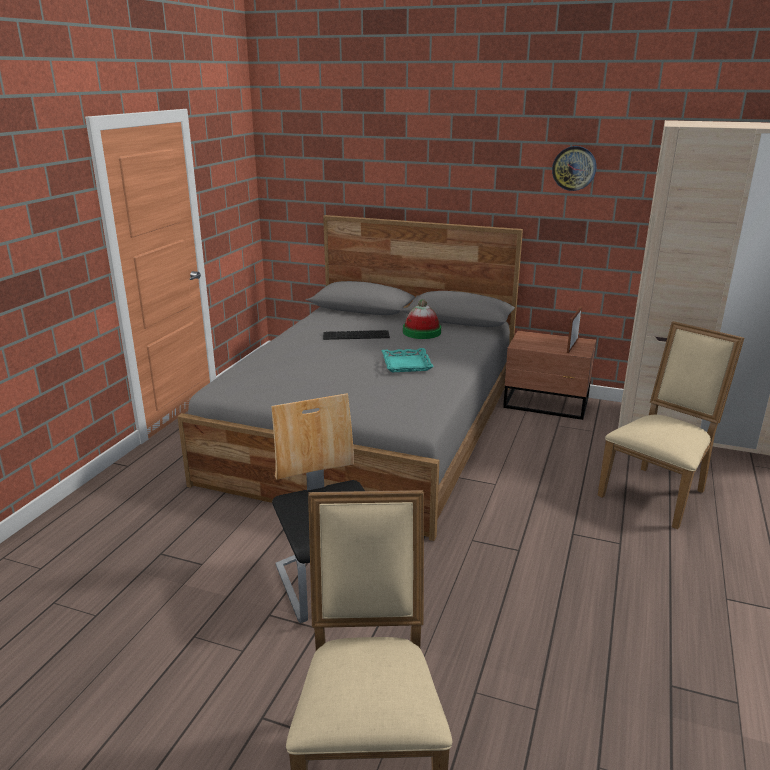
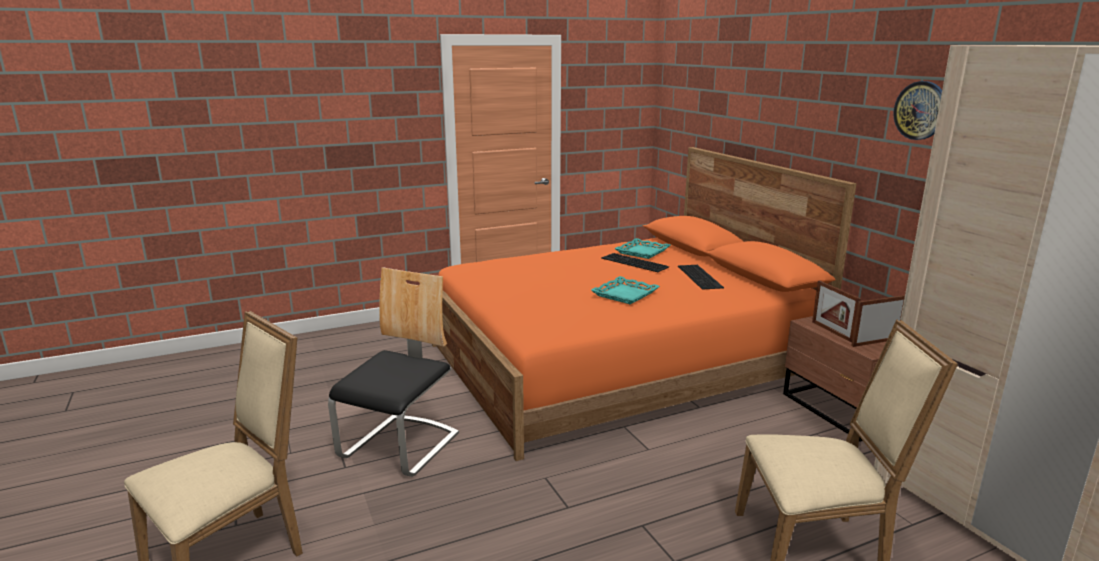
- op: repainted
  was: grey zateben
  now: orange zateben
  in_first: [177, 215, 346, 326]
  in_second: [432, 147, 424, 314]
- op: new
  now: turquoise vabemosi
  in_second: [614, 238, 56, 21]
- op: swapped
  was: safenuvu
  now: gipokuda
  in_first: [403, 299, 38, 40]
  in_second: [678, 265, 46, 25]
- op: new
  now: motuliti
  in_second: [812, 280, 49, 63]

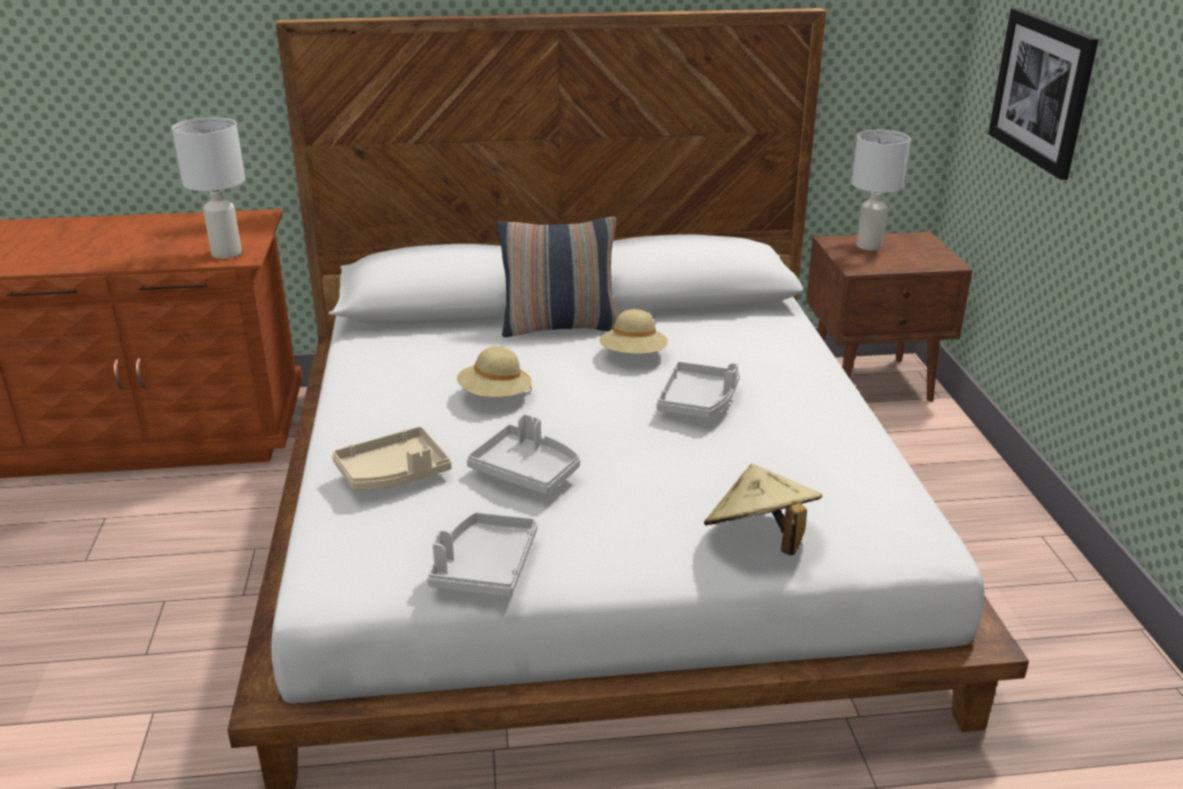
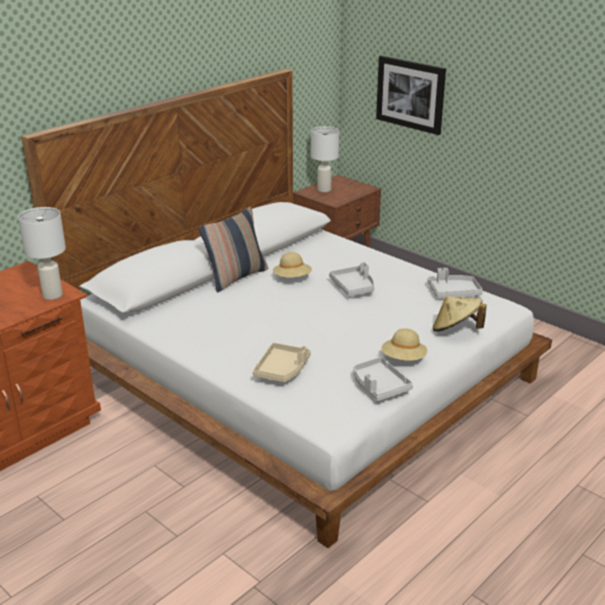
- op: shifted
  was: beige safenuvu
  in_first: [457, 347, 75, 50]
  in_second: [381, 328, 46, 33]
- op: shifted
  was: grey vabemosi
  in_first: [467, 414, 113, 81]
  in_second: [427, 268, 56, 30]

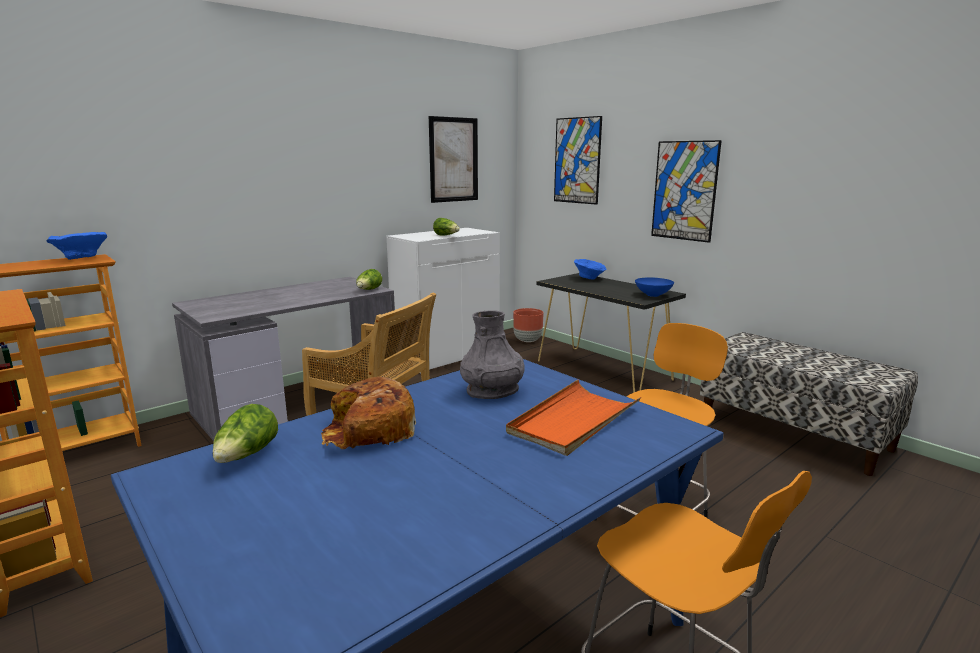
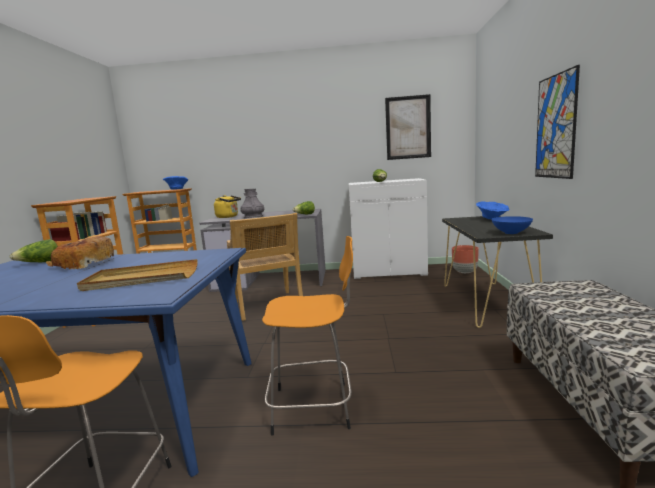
- op: repainted
  was: orange vabemosi
  now: beige vabemosi
  in_first: [506, 380, 135, 76]
  in_second: [77, 259, 121, 32]
- op: new
  now: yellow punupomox
  in_second: [214, 195, 27, 23]
- op: shifted
  was: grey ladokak
  in_first: [460, 311, 65, 88]
  in_second: [240, 189, 24, 29]
- op: gone
  was: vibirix
  in_first: [554, 116, 48, 89]

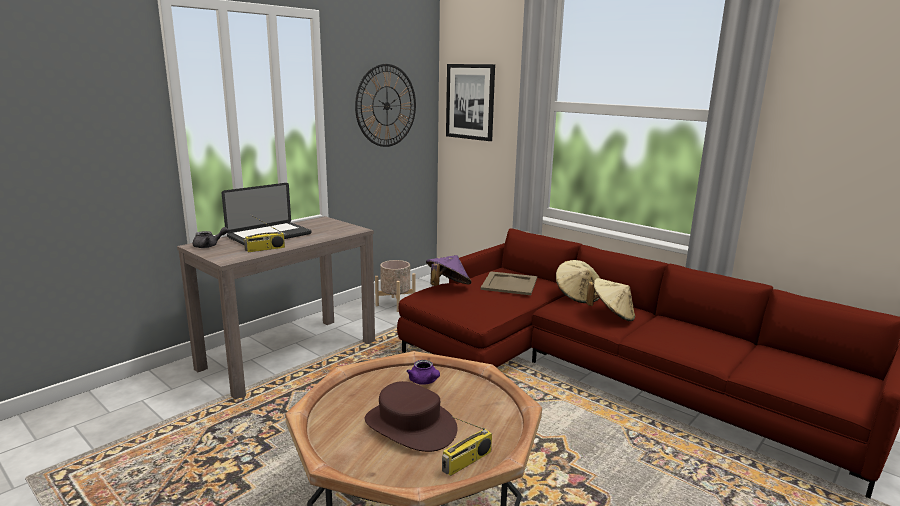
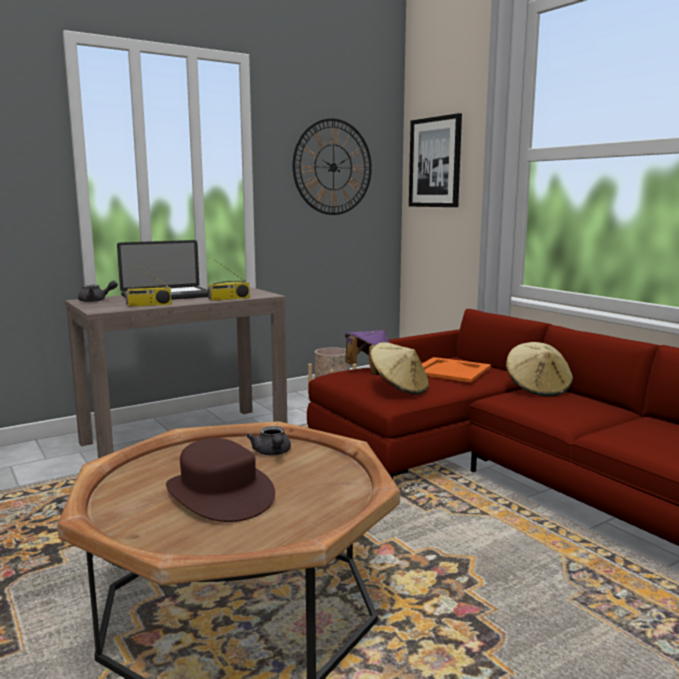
- op: shifted
  was: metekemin
  in_first: [442, 417, 50, 59]
  in_second: [208, 260, 42, 41]
- op: repainted
  was: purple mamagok
  now: grey mamagok
  in_first: [406, 360, 34, 25]
  in_second: [247, 426, 44, 29]
- op: shifted
  was: beige safenuvu
  in_first: [586, 278, 49, 44]
  in_second: [369, 342, 60, 52]
- op: repainted
  was: beige vabemosi
  now: orange vabemosi
  in_first: [481, 271, 56, 24]
  in_second: [422, 357, 69, 25]

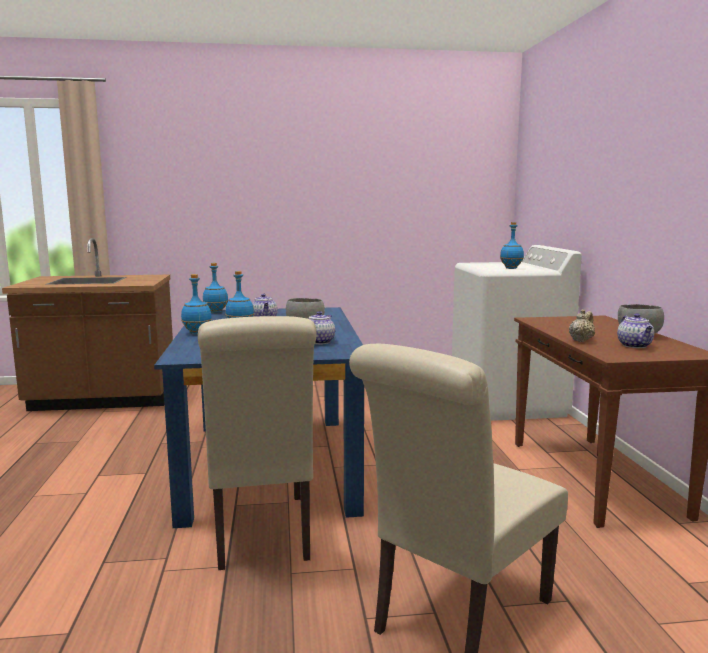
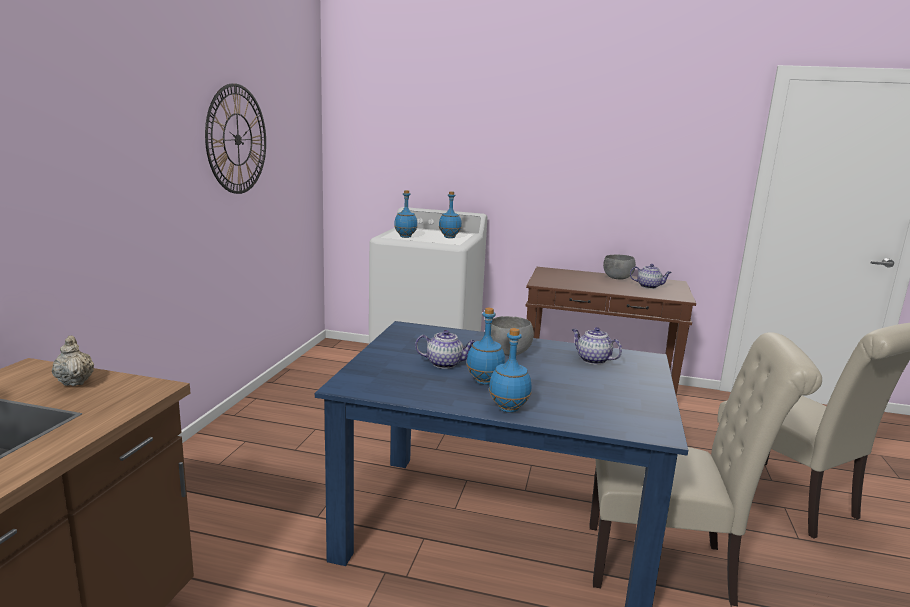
- op: shifted
  was: beige mamagok
  in_first: [569, 309, 26, 33]
  in_second: [52, 336, 42, 50]
- op: new
  now: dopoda
  in_second: [205, 83, 61, 111]
- op: shifted
  was: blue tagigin
  in_first: [203, 263, 25, 50]
  in_second: [394, 190, 24, 48]

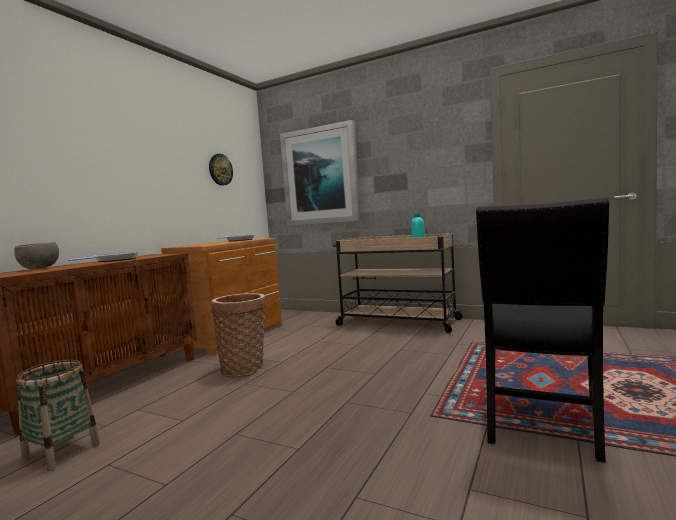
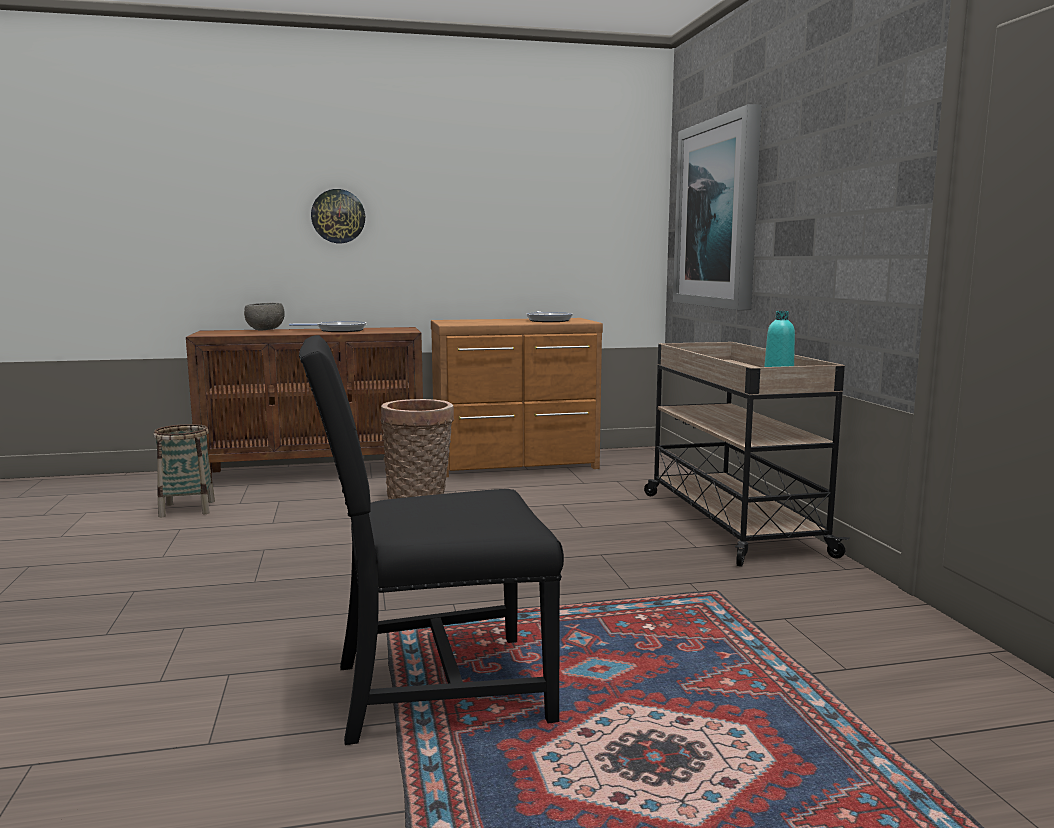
- op: shifted
  was: dopoda
  in_first: [209, 154, 24, 32]
  in_second: [311, 189, 54, 54]

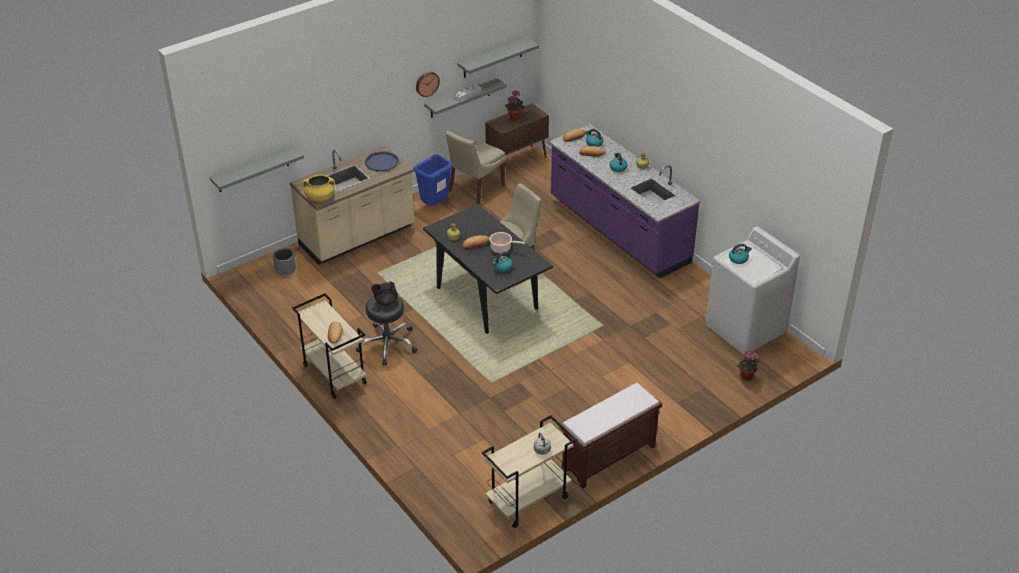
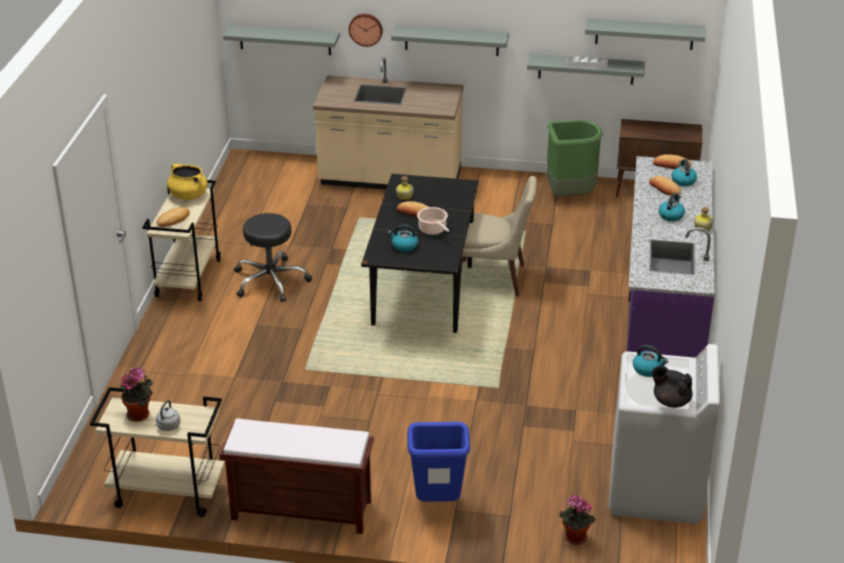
- op: shifted
  was: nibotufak
  in_first: [505, 90, 20, 32]
  in_second: [120, 367, 33, 55]
- op: shifted
  was: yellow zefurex
  in_first: [302, 175, 33, 27]
  in_second: [167, 164, 41, 36]
- op: shifted
  was: dopoda
  in_first: [416, 72, 24, 25]
  in_second: [349, 14, 34, 33]
- op: new
  now: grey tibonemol
  in_second: [391, 25, 118, 31]
- op: shifted
  was: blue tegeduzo
  in_first: [413, 155, 40, 51]
  in_second: [407, 422, 63, 80]
- op: swapped
  was: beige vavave
  now: green tegeduzo
  in_first: [446, 131, 59, 73]
  in_second: [546, 120, 57, 76]
- op: shifted
  was: black mamagok
  in_first: [371, 281, 27, 24]
  in_second: [652, 366, 41, 42]
- op: gone
  was: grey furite
  in_first: [273, 248, 23, 27]
- op: gone
  was: blue vabemosi
  in_first: [365, 151, 34, 21]

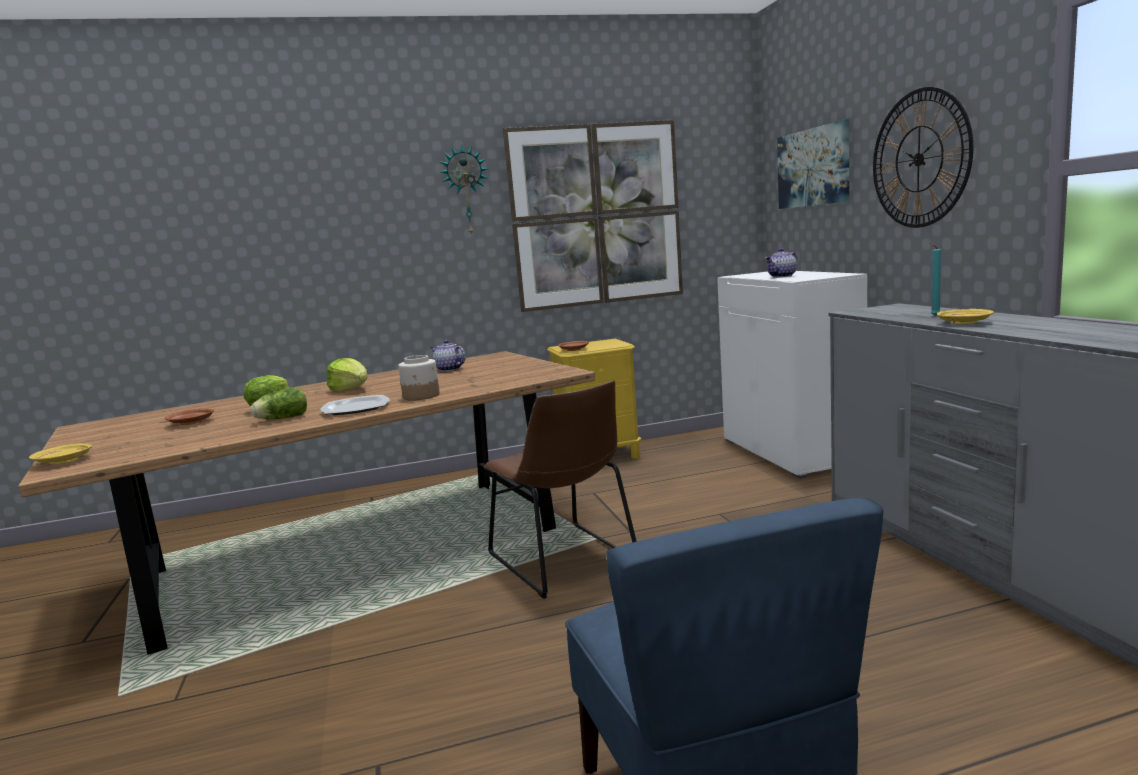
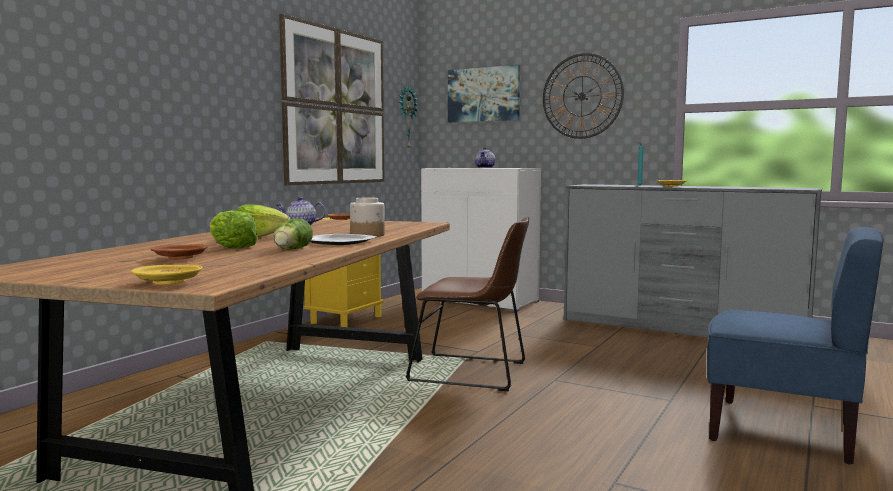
- op: shifted
  was: dopoda
  in_first: [440, 144, 48, 92]
  in_second: [399, 86, 19, 62]

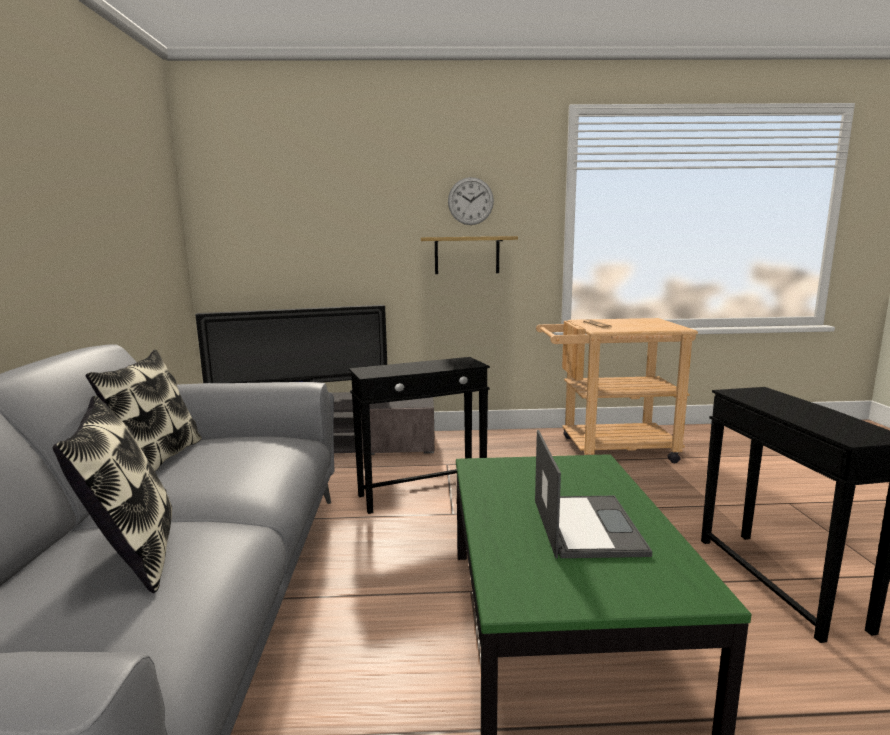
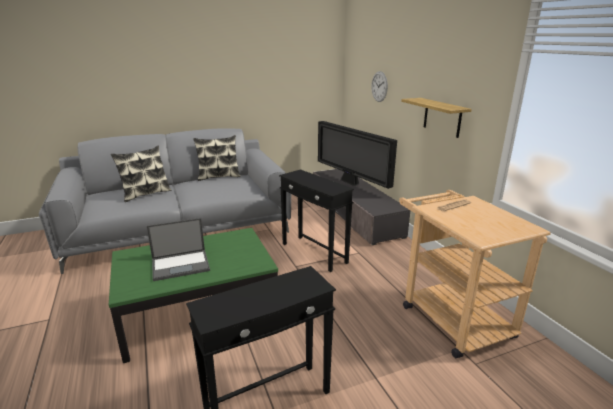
- op: shifted
  was: dopoda
  in_first: [448, 177, 46, 48]
  in_second: [371, 71, 17, 31]

